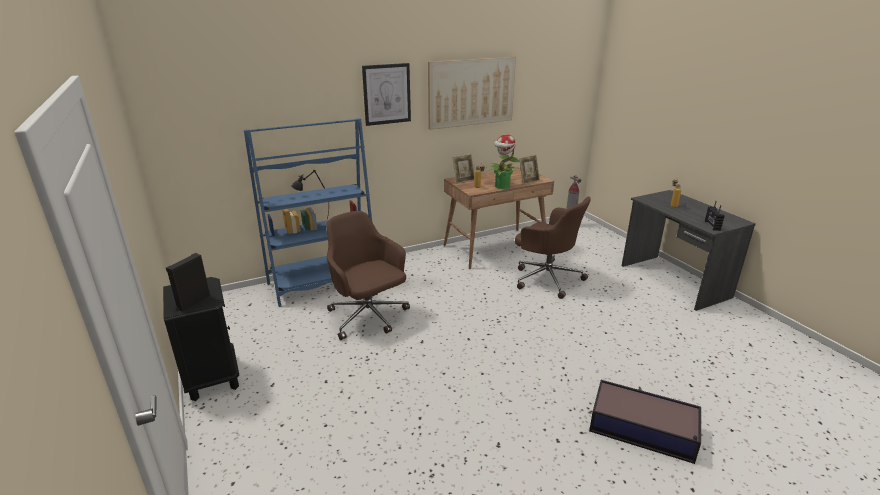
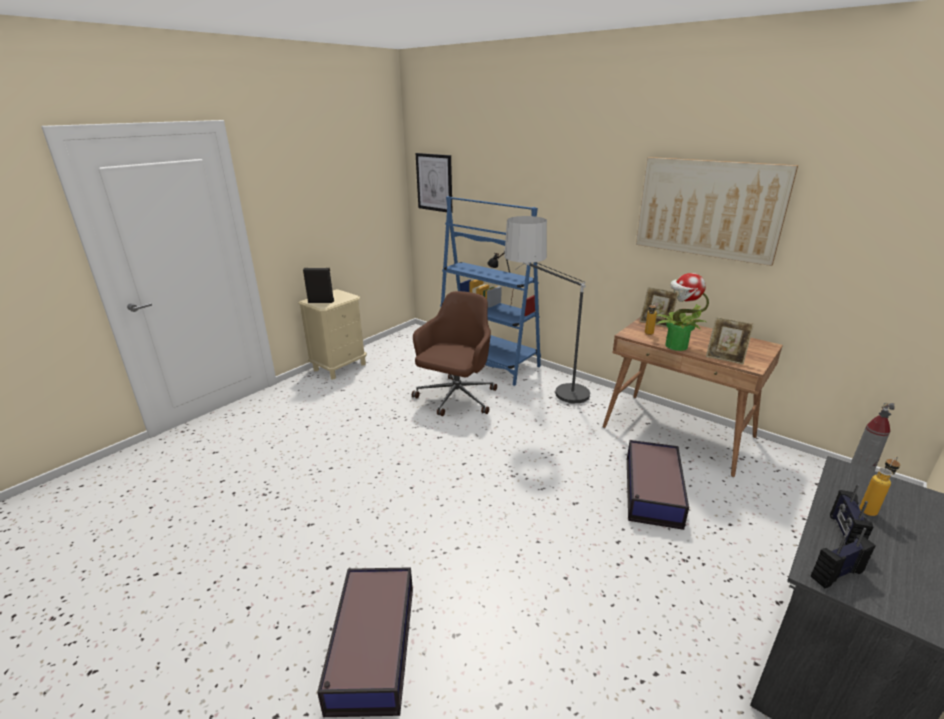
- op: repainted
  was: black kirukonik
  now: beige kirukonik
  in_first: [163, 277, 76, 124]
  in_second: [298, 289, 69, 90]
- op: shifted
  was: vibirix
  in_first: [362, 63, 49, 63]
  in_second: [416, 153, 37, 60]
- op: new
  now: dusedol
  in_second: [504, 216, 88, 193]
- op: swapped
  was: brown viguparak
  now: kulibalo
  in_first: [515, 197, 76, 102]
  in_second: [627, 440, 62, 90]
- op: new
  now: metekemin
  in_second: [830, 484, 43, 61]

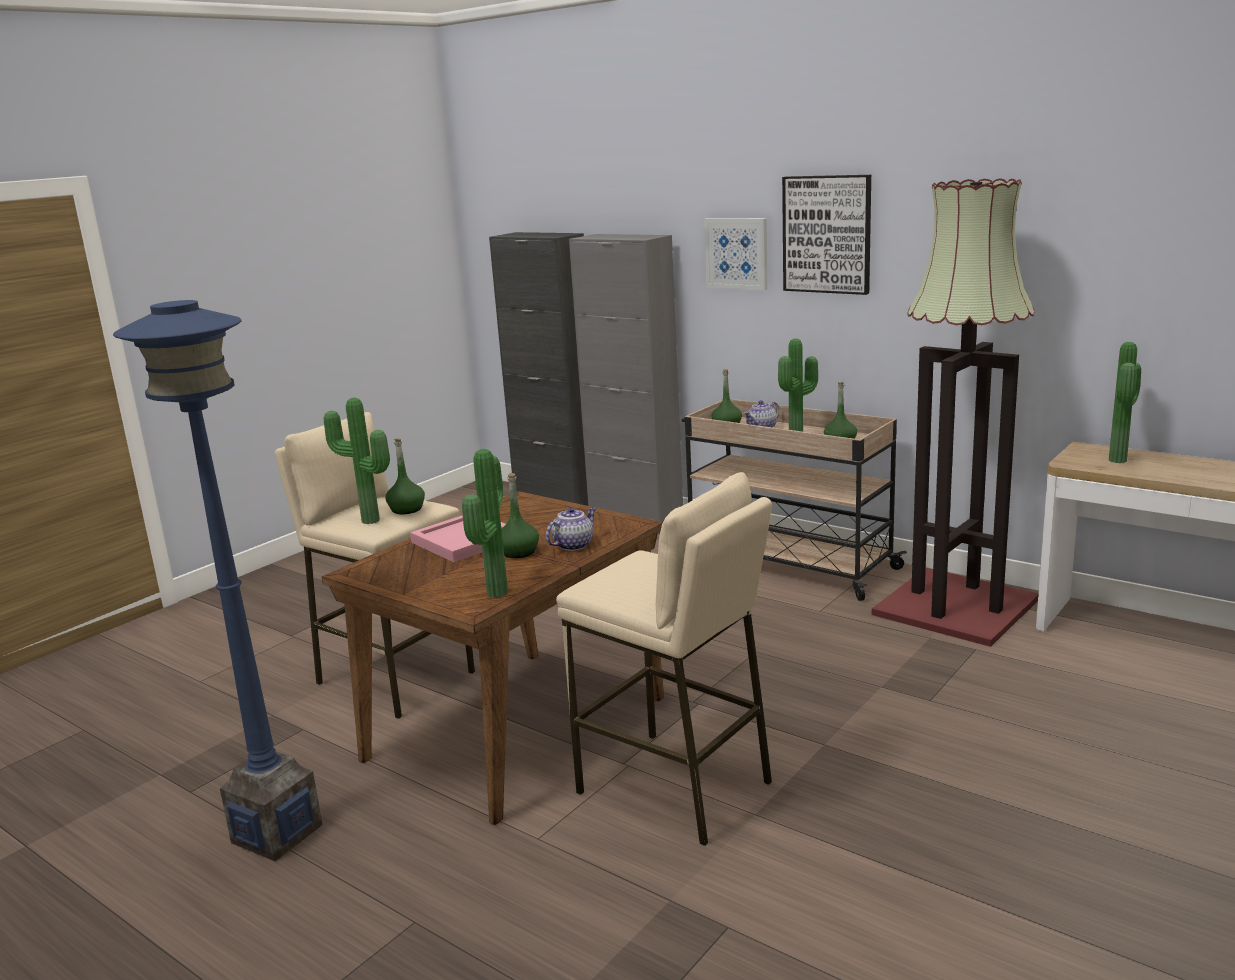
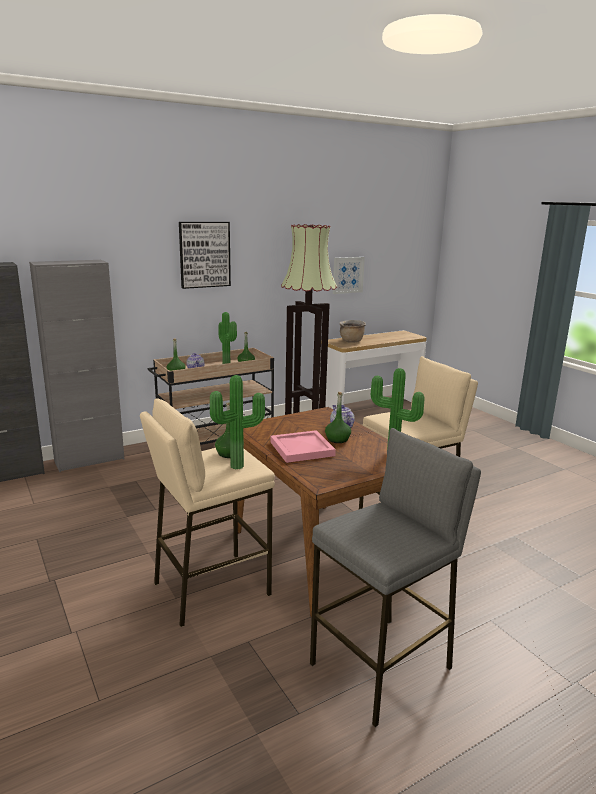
- op: swapped
  was: blue dusedol
  now: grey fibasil
  in_first: [113, 300, 210, 561]
  in_second: [310, 428, 171, 299]
- op: shifted
  was: vibirix
  in_first: [704, 218, 63, 72]
  in_second: [333, 257, 32, 37]
- op: swapped
  was: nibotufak
  now: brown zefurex
  in_first: [1109, 342, 32, 121]
  in_second: [339, 320, 27, 23]

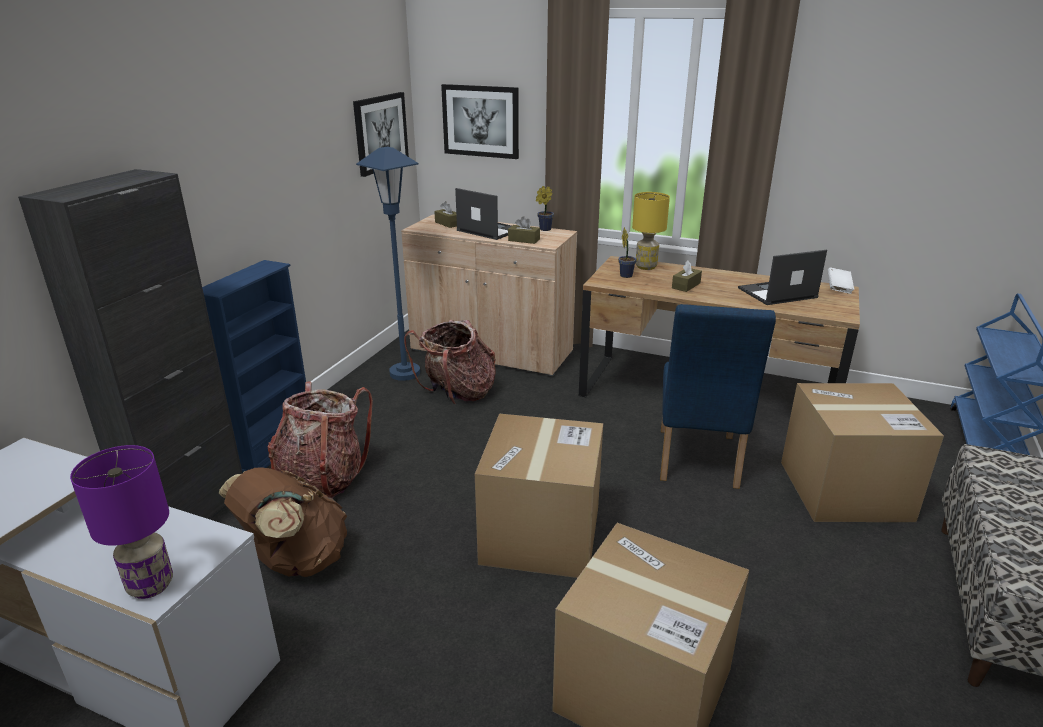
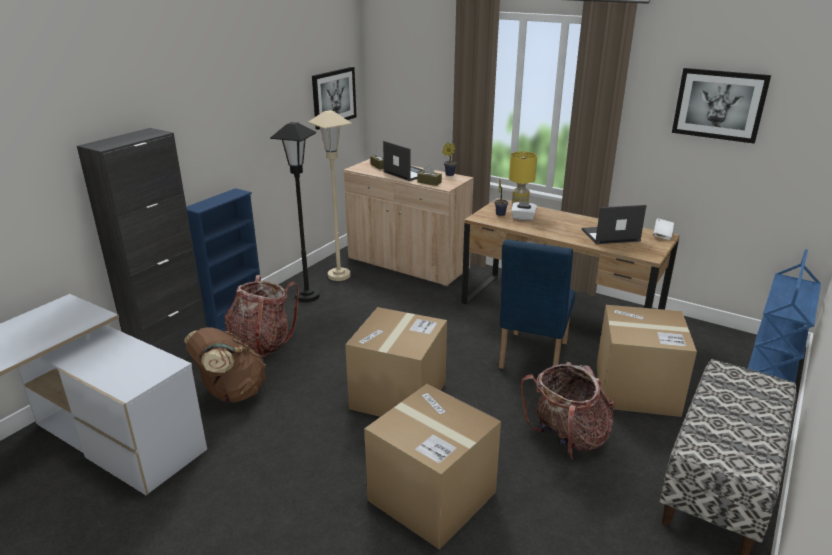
- op: new
  now: black dusedol
  in_second: [270, 122, 50, 180]
- op: repainted
  was: blue dusedol
  now: beige dusedol
  in_first: [356, 147, 64, 234]
  in_second: [308, 110, 44, 171]
- op: new
  now: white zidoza
  in_second: [511, 201, 26, 19]
- op: shifted
  was: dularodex
  in_first: [404, 320, 92, 85]
  in_second: [520, 362, 95, 98]
- op: shifted
  was: vibirix
  in_first: [441, 84, 78, 75]
  in_second: [672, 68, 99, 76]
- op: gone
  was: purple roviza
  in_first: [70, 445, 103, 154]
- op: gone
  was: brown zidoza
  in_first: [672, 261, 30, 31]

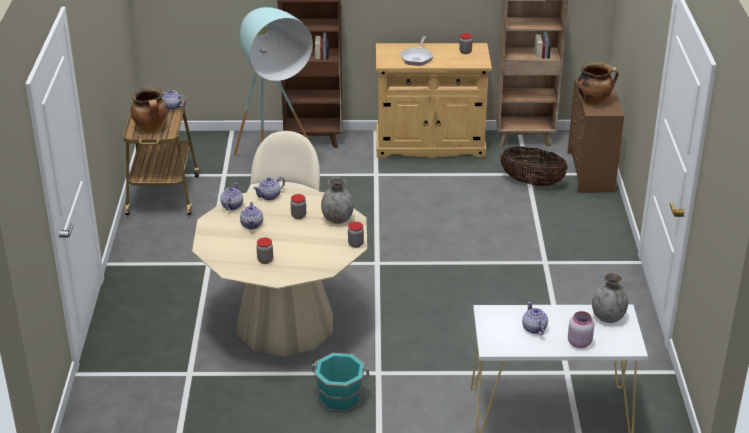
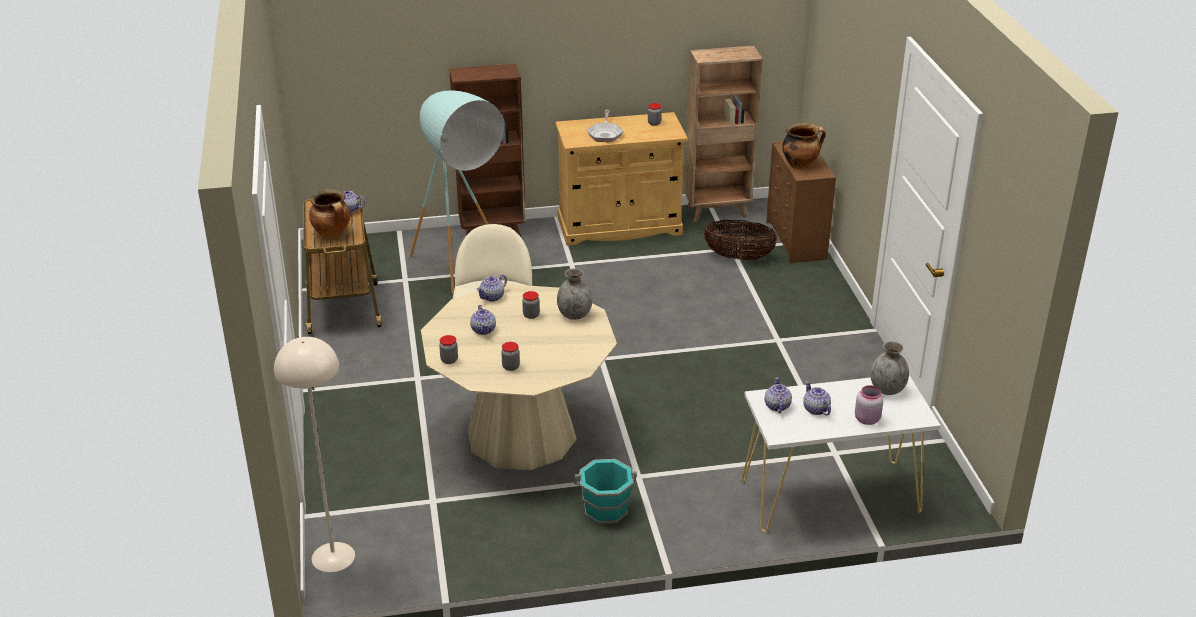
- op: new
  now: beige dusedol
  in_second: [274, 337, 81, 235]
- op: shifted
  was: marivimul
  in_first: [348, 222, 16, 26]
  in_second: [439, 335, 19, 29]
- op: shifted
  was: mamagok
  in_first: [220, 183, 23, 28]
  in_second: [765, 377, 27, 36]

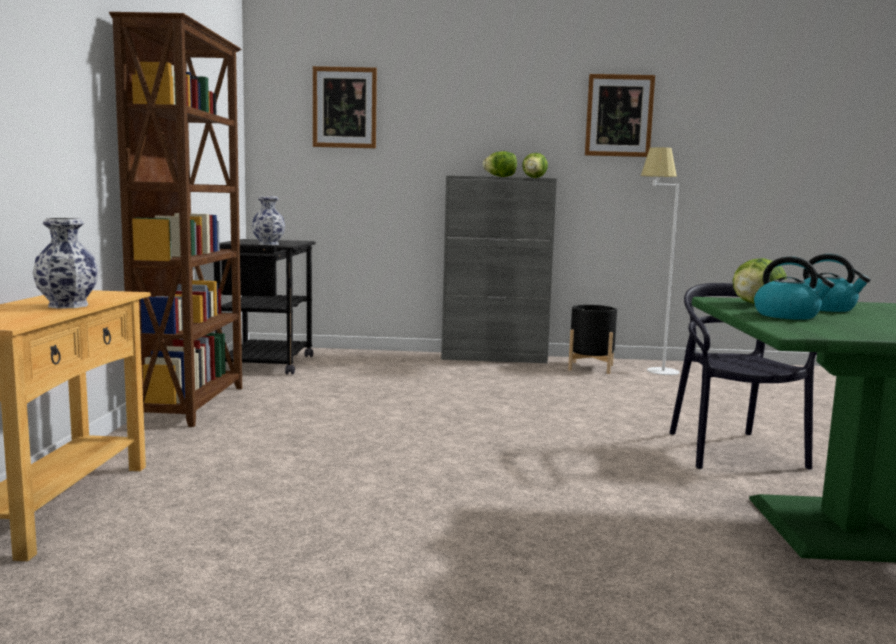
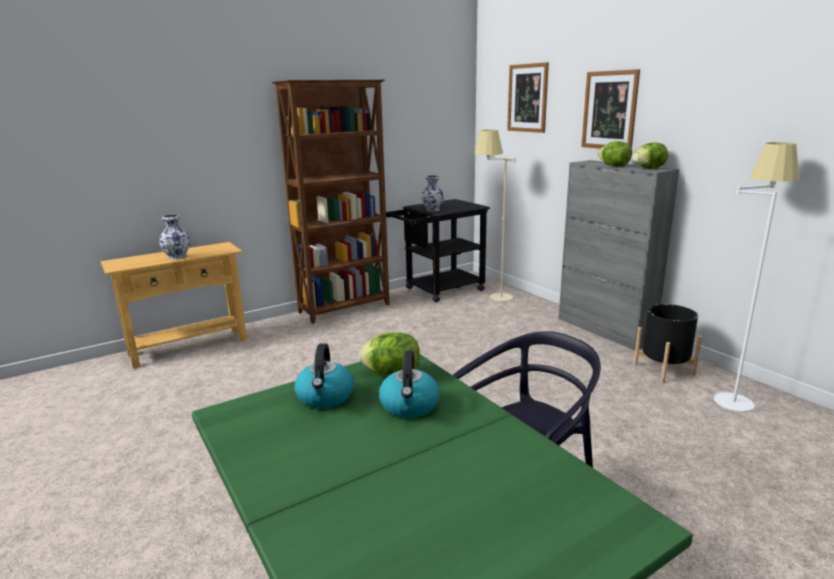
- op: new
  now: beige dusedol
  in_second: [474, 130, 42, 171]
- op: shifted
  was: vibirix
  in_first: [585, 74, 70, 83]
  in_second: [581, 69, 59, 80]

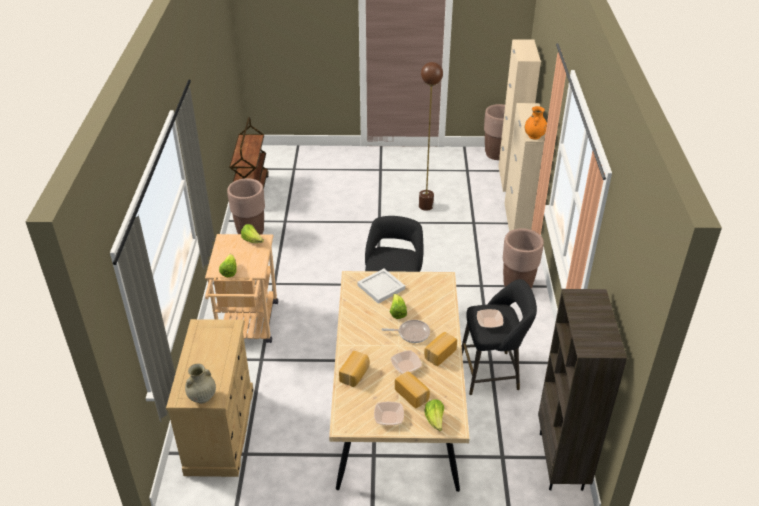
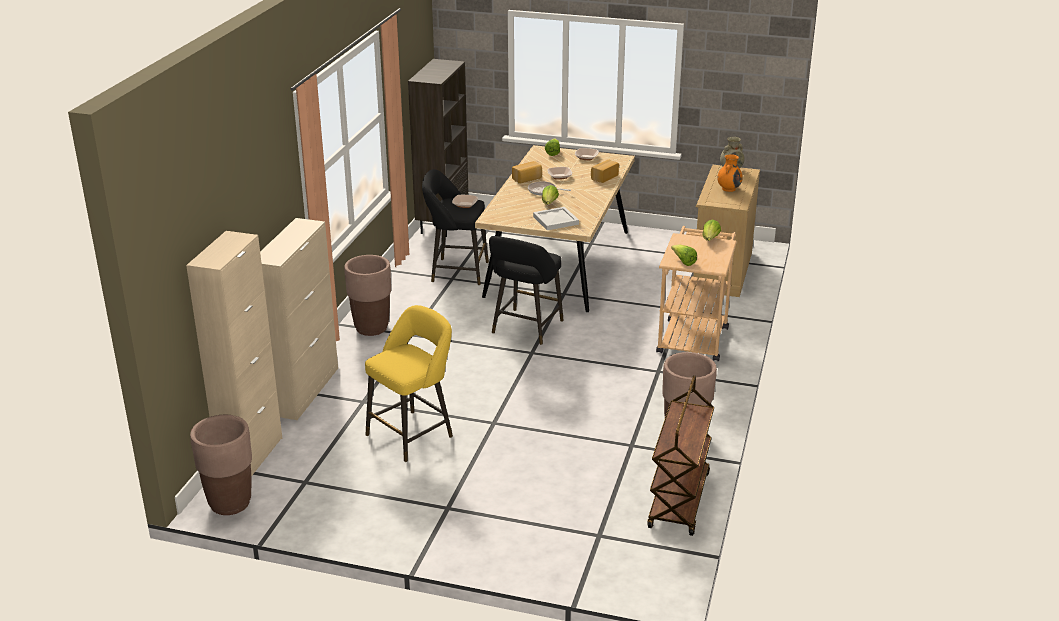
- op: swapped
  was: brown dusedol
  now: yellow fibasil
  in_first: [419, 62, 24, 149]
  in_second: [365, 305, 88, 157]
- op: shifted
  was: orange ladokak
  in_first: [525, 106, 22, 34]
  in_second: [717, 154, 26, 38]
- op: gone
  was: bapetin
  in_first: [395, 371, 35, 37]

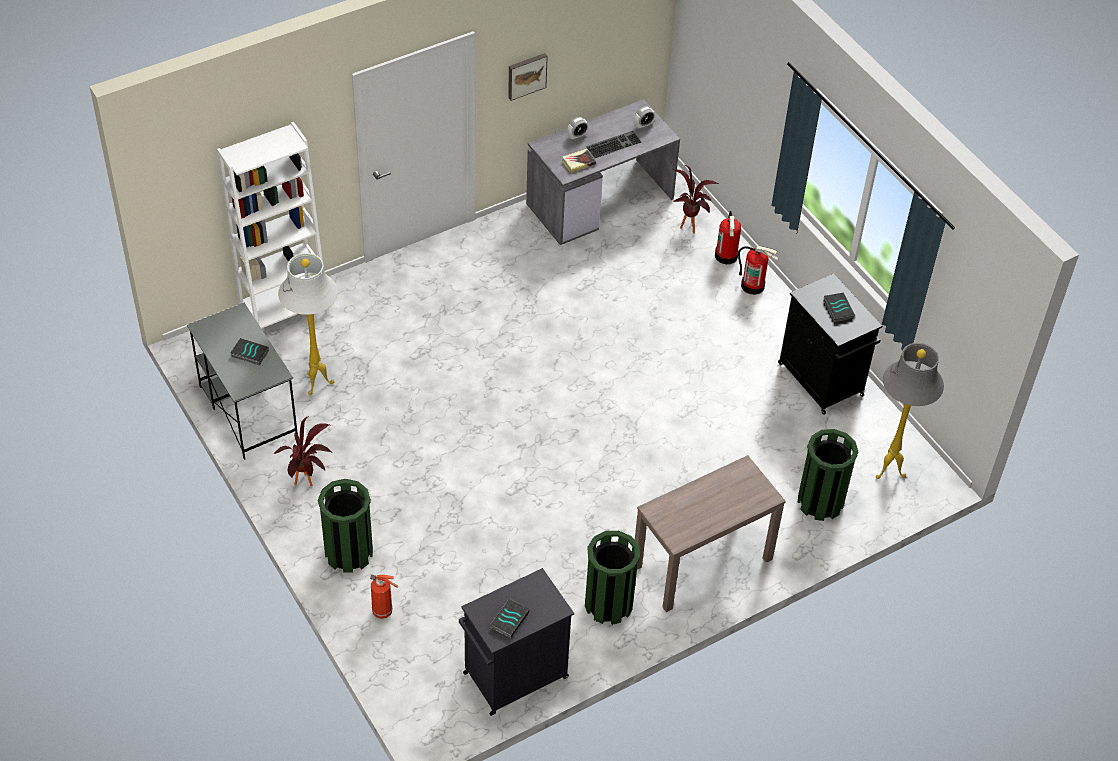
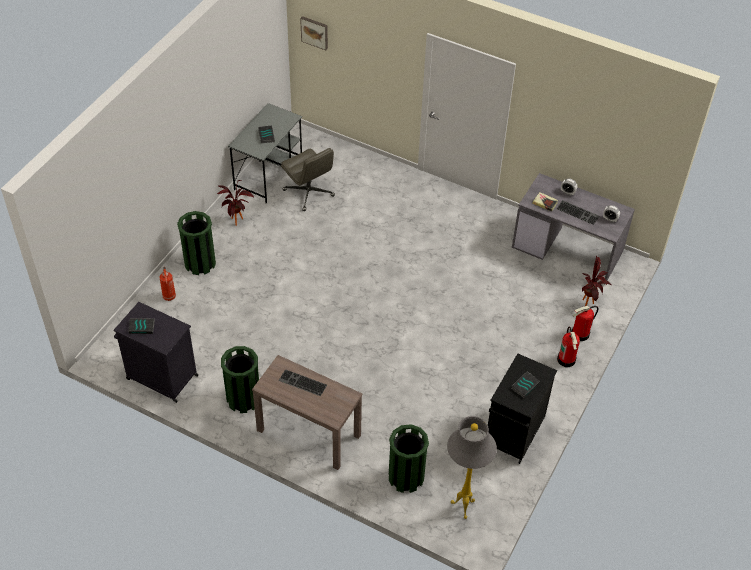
- op: new
  now: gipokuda
  in_second: [278, 369, 49, 27]
- op: swapped
  was: white dusedol
  now: grey viguparak
  in_first: [278, 253, 60, 142]
  in_second: [281, 148, 54, 63]
- op: shifted
  was: vibirix
  in_first: [508, 53, 40, 48]
  in_second: [300, 16, 28, 34]
- op: gone
  was: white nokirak
  in_first: [217, 122, 113, 207]

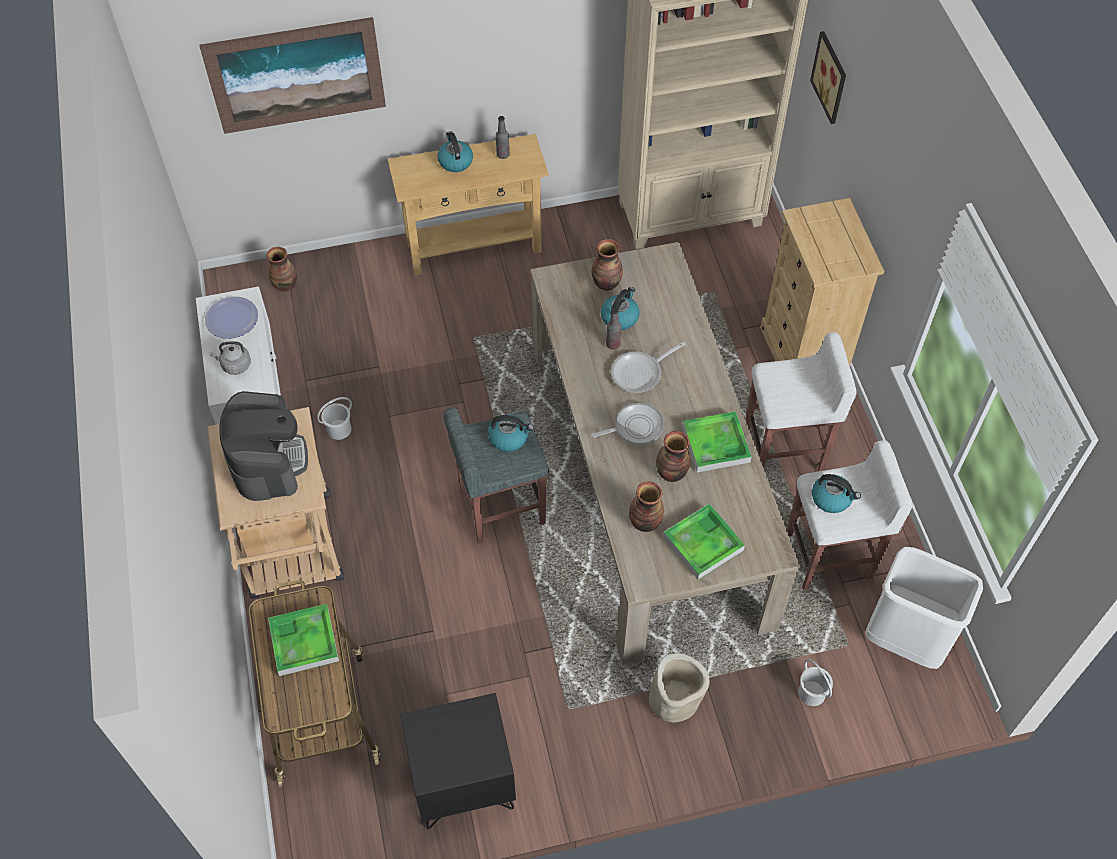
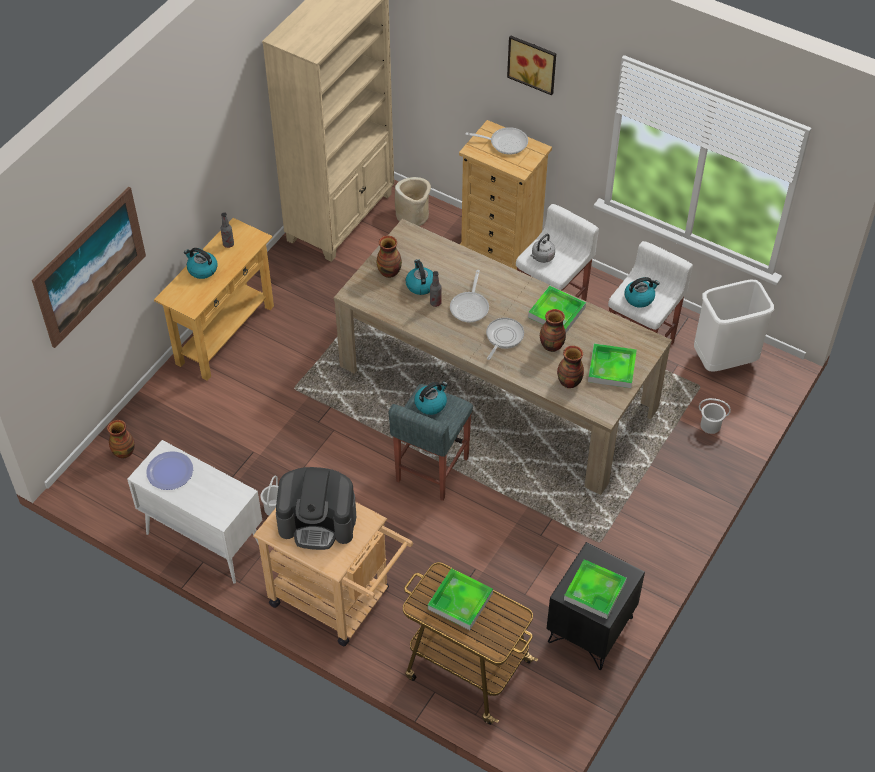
- op: rotated
  was: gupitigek
  in_first: [219, 391, 89, 110]
  in_second: [276, 467, 80, 83]
  clockwise: 150
- op: shifted
  was: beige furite
  in_first: [649, 653, 60, 70]
  in_second: [395, 177, 36, 49]
- op: new
  now: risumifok
  in_second: [465, 127, 63, 28]
- op: shifted
  was: vibirix
  in_first: [810, 31, 36, 93]
  in_second: [507, 35, 49, 60]
- op: shifted
  was: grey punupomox
  in_first: [209, 341, 42, 34]
  in_second: [530, 234, 25, 29]
- op: new
  now: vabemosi
  in_second: [564, 559, 63, 60]

